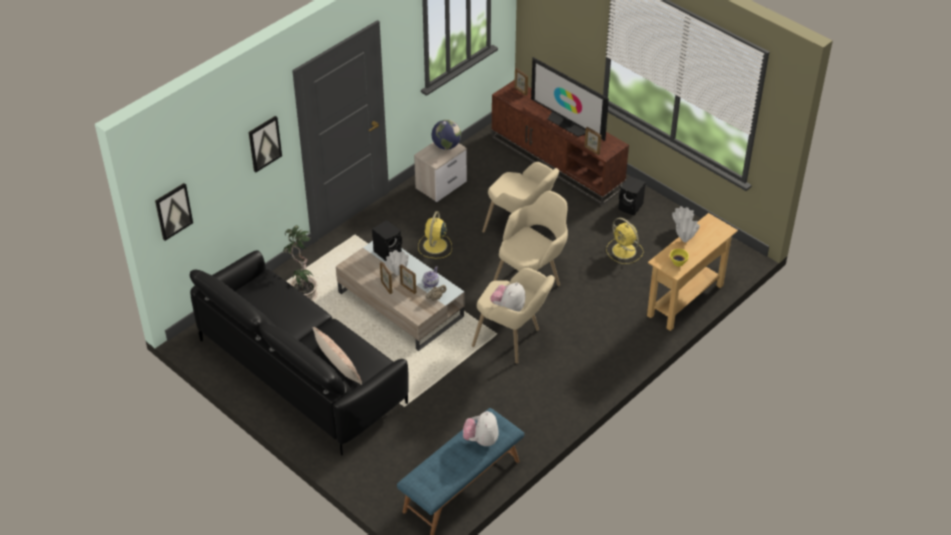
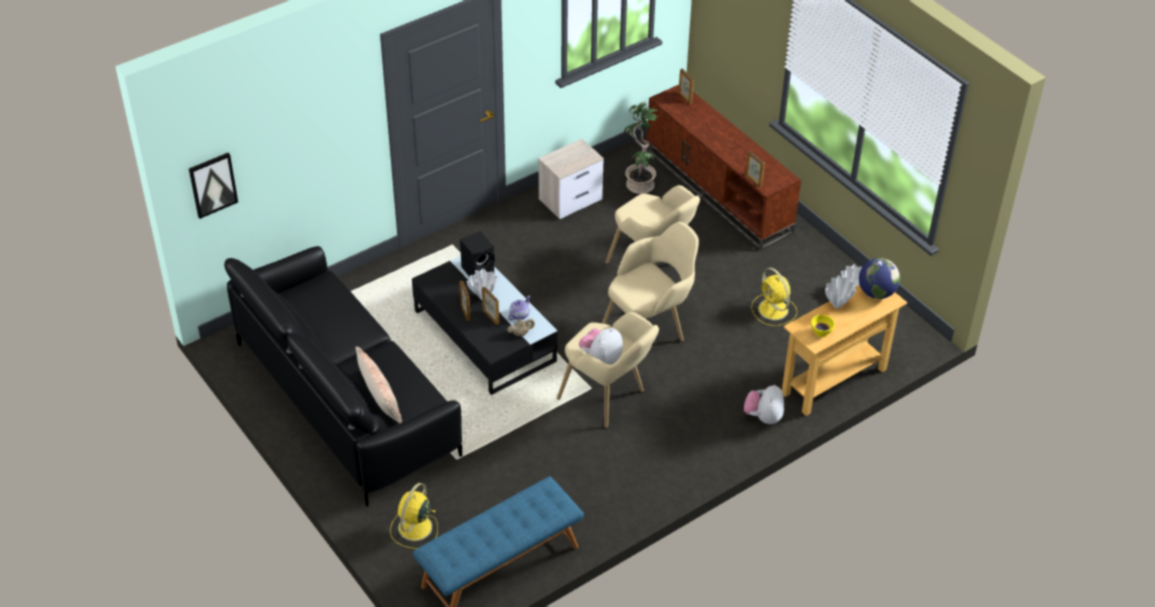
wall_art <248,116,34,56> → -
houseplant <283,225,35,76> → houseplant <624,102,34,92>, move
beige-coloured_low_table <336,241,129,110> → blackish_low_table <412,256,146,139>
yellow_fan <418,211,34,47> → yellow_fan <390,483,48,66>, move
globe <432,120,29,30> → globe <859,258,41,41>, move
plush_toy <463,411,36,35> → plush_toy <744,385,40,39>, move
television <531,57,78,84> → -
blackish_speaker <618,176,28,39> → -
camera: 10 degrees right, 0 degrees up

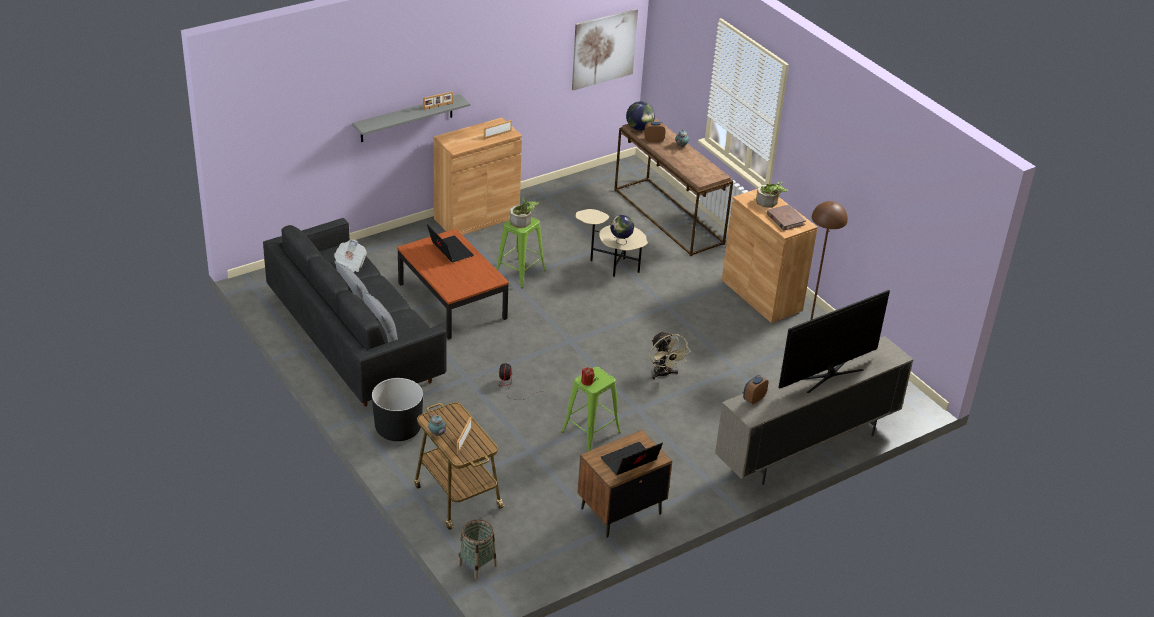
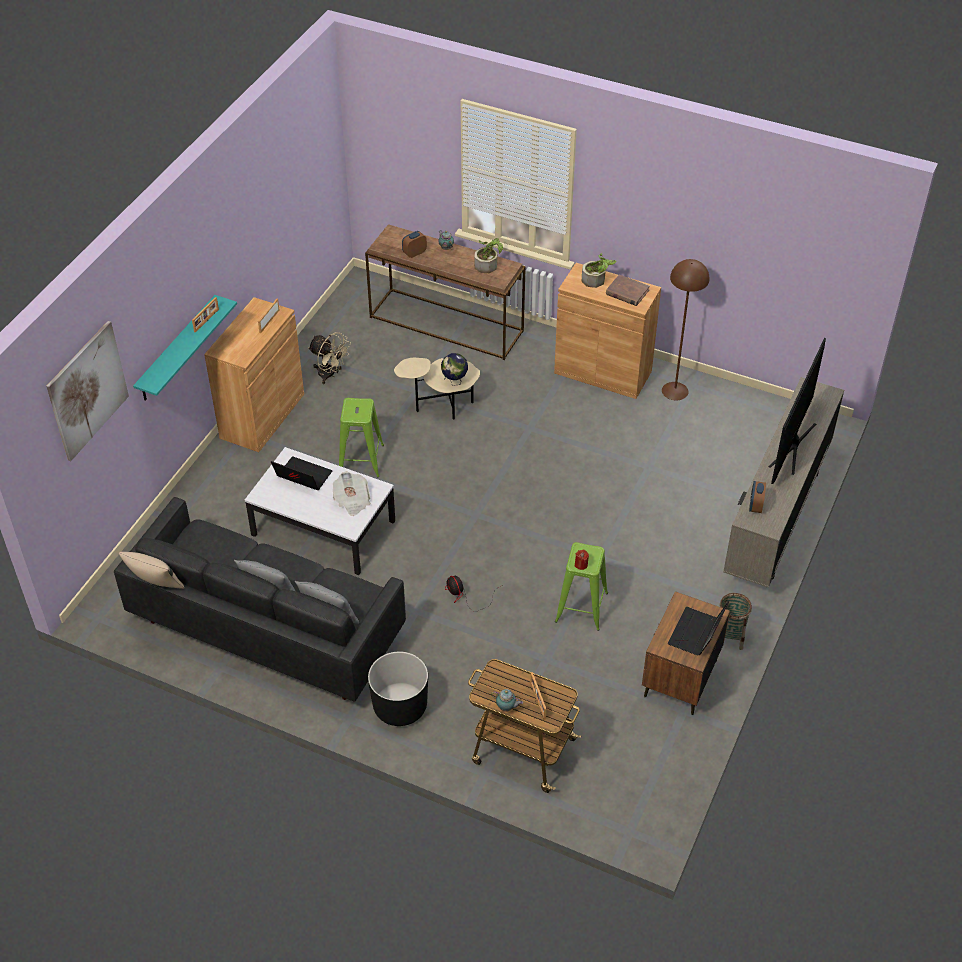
daily_paper <334,240,33,32> → daily_paper <333,471,38,45>, move
greyish_shelf <352,94,118,48> → turquoise-coloured_shelf <133,295,104,106>
brown-coloured_low_table <397,229,112,110> → white-coloured_low_table <245,447,150,128>
basket <458,519,39,61> → basket <720,593,32,57>, move
houseplant <510,198,29,30> → houseplant <474,238,29,35>, move
wall_art <572,9,66,81> → wall_art <46,321,83,140>, move
globe <626,101,29,29> → -
beige-coloured_fan <650,331,41,48> → beige-coloured_fan <308,332,43,52>, move
- → beige-coloured_throw_pillow <119,552,66,37>
camera: 30 degrees left, 10 degrees up

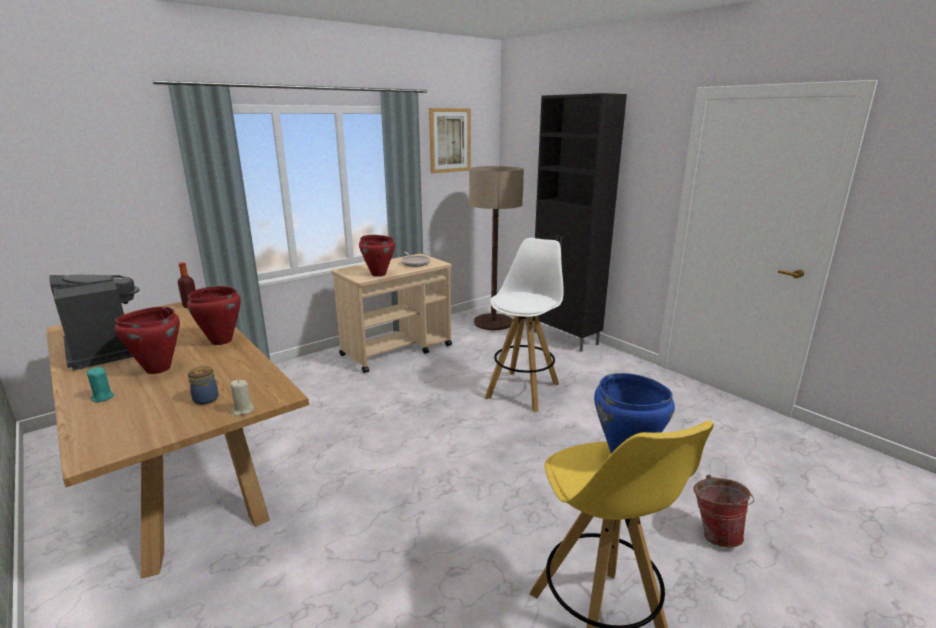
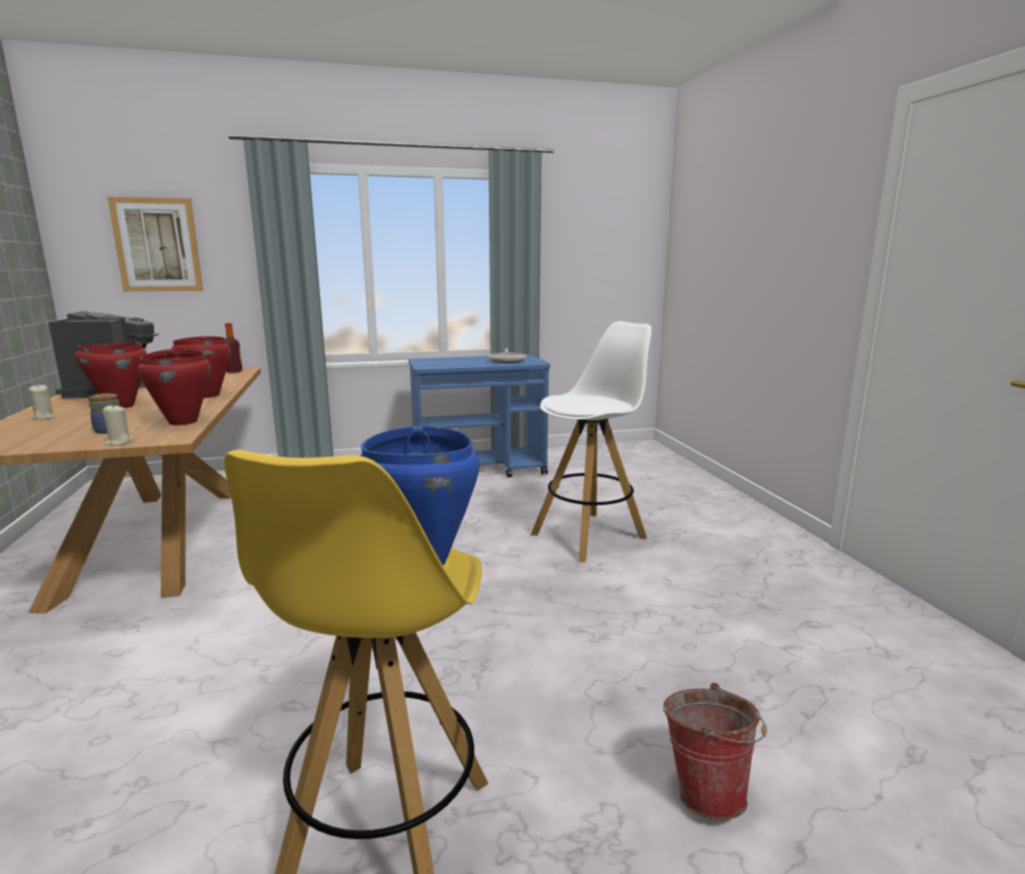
turquoise-coloured_wax_light <87,367,27,35> → beige-coloured_wax_light <29,385,27,35>
beige-coloured_cart <332,253,120,120> → blue_cart <408,354,142,123>
red_stockpot <359,235,36,42> → red_stockpot <138,349,73,76>, move
wall_art <429,108,42,65> → wall_art <107,197,96,95>, move
standing_lamp <469,166,55,164> → -
blackish_cabinet <534,93,93,259> → -
camera: 25 degrees right, 5 degrees down

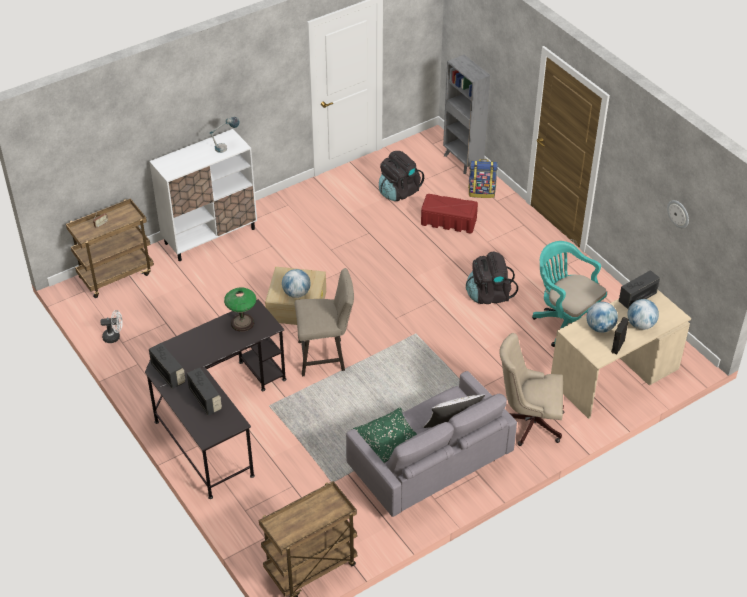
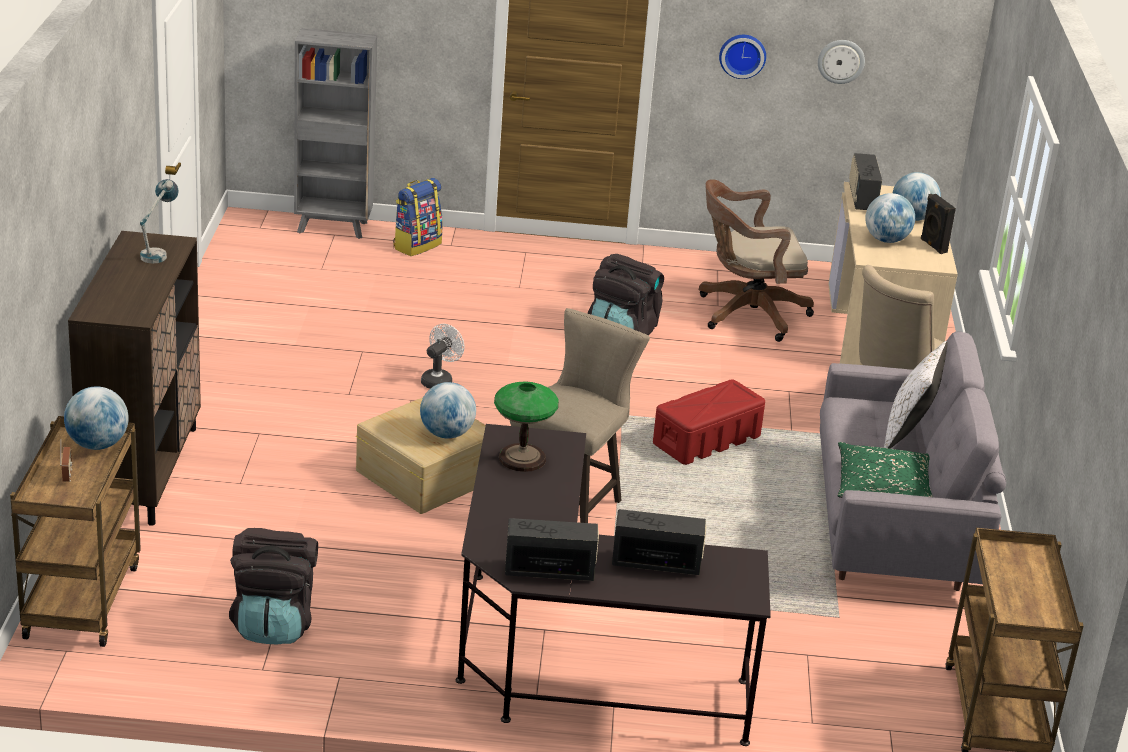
white-coloured_fan <100,310,23,33> → white-coloured_fan <421,324,43,65>, move
white-coloured_cabinet <149,129,108,132> → brown-coloured_cabinet <68,231,133,295>
blackish_rucksack <379,151,45,50> → blackish_rucksack <229,528,89,117>, move
red_storage_box <421,194,57,39> → red_storage_box <653,379,112,86>, move
turquoise-coloured_desk_chair <532,241,75,106> → brown-coloured_desk_chair <699,179,115,163>
- → globe <64,386,65,64>
- → wall_clock <719,35,47,44>
camera: 55 degrees left, 15 degrees down

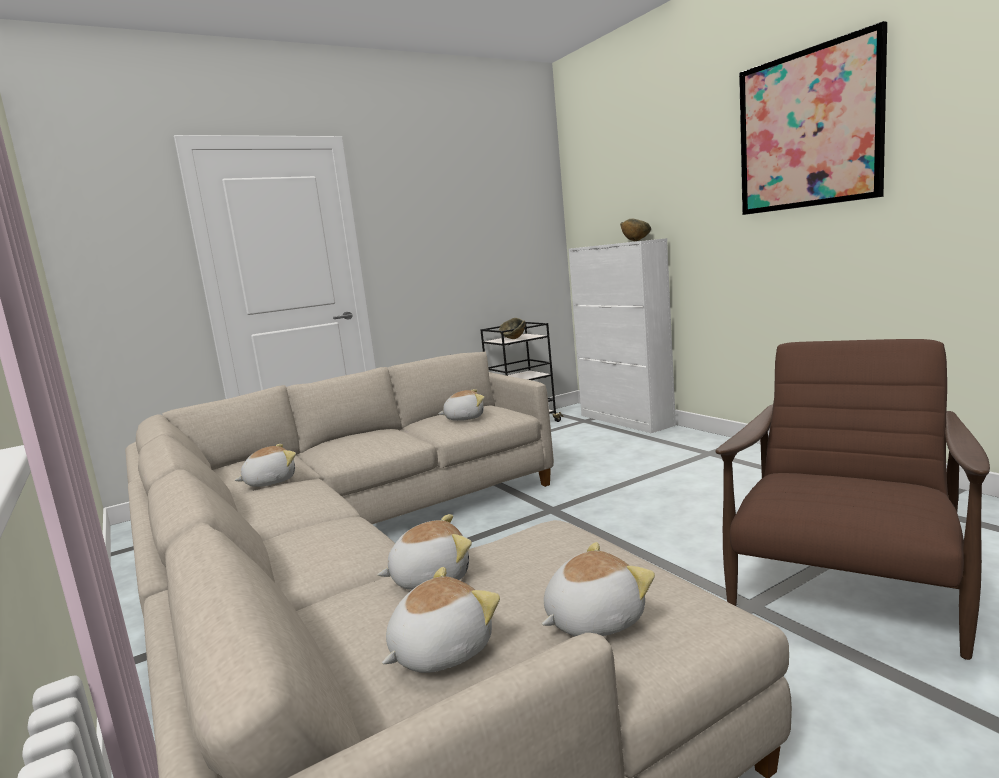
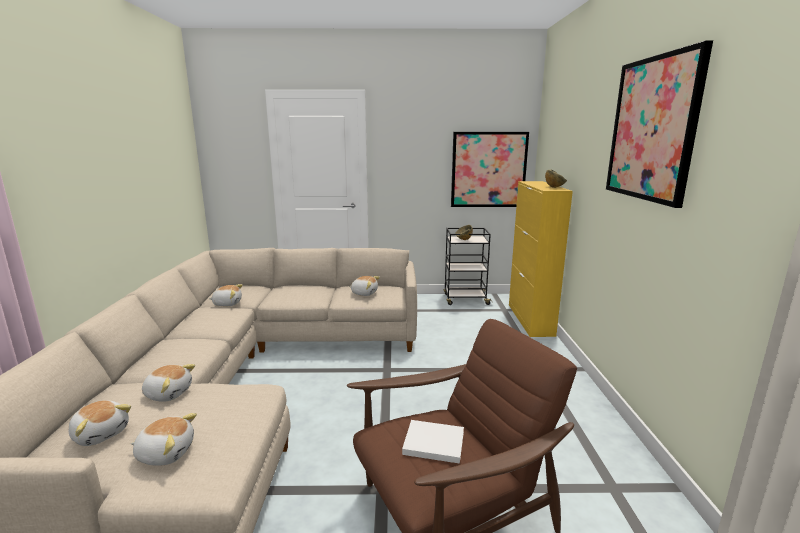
plush_toy <382,567,118,106> → plush_toy <69,400,62,46>, 45 degrees clockwise
white-coloured_cabinet <569,238,107,195> → yellow_cabinet <509,181,64,156>
- → white-coloured_bound_book <402,420,62,44>
- → wall_art <451,132,78,75>
camera: 30 degrees right, 5 degrees up

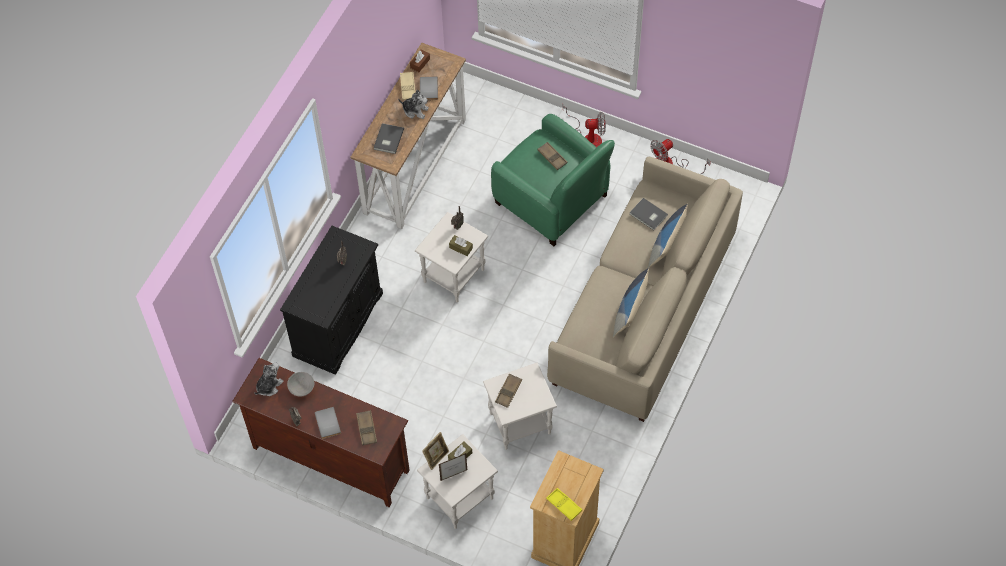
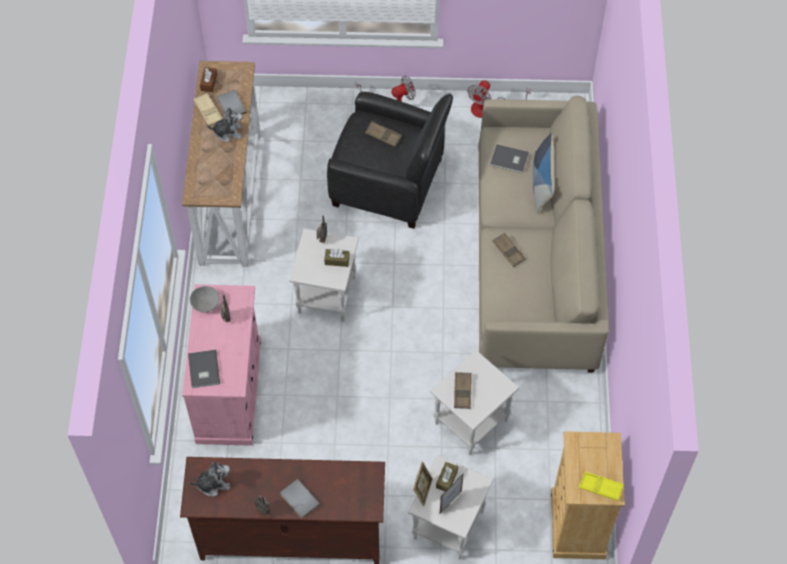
plush_toy <254,362,30,34> → plush_toy <189,462,42,34>, 60 degrees clockwise
blackish_cabinet <280,226,103,149> → pink-coloured_cabinet <182,284,79,162>
greyish_deep_dish <287,372,27,25> → greyish_deep_dish <190,286,30,27>, move
brown-coloured_tray <356,410,21,35> → brown-coloured_tray <492,233,34,34>, move
greyish_bound_book <373,123,31,31> → greyish_bound_book <188,350,32,38>, move
green_lounge_chair <491,114,124,132> → blackish_lounge_chair <327,92,126,137>
throw_pillow <613,268,36,69> → -
camera: 25 degrees left, 0 degrees up

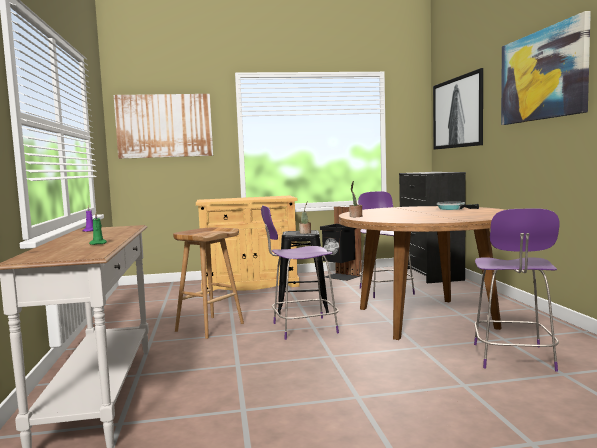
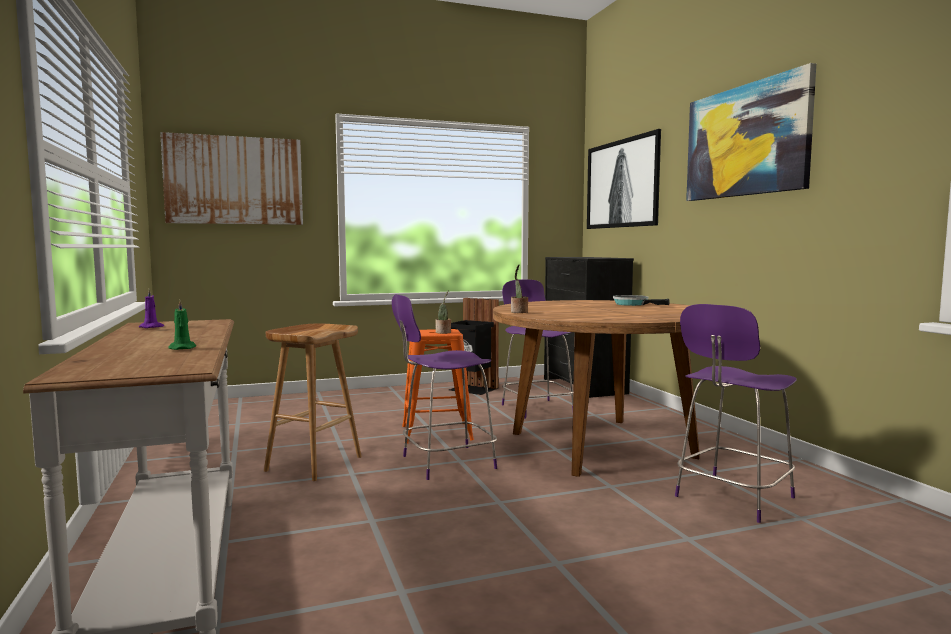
beige-coloured_cabinet <196,195,104,99> → -
blackish_stool_seat <278,230,51,84> → orange-coloured_stool_seat <402,329,72,115>
purple-coloured_plain_chair <474,208,86,164> → purple-coloured_plain_chair <675,304,122,219>, 45 degrees clockwise
camera: 10 degrees left, 0 degrees up

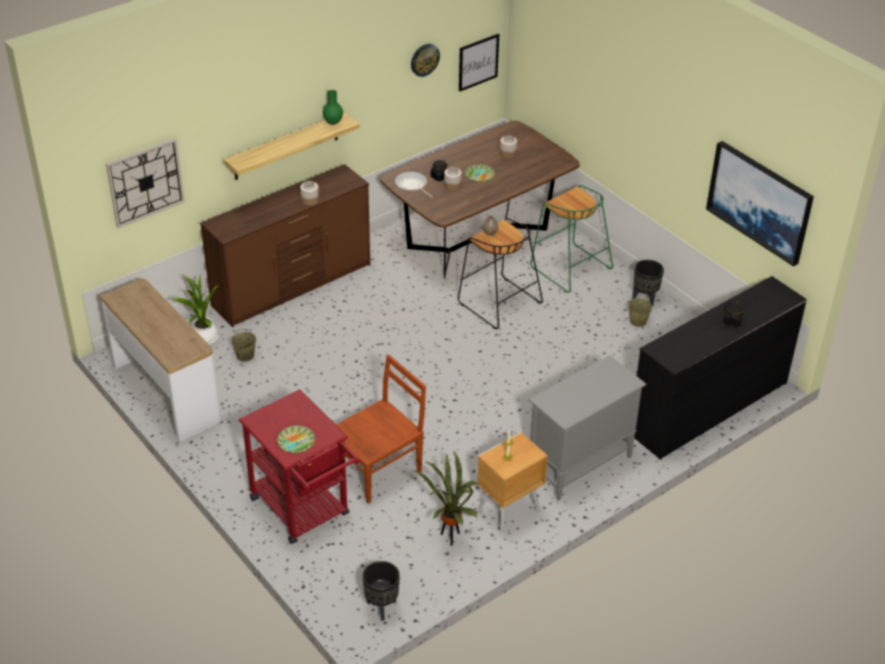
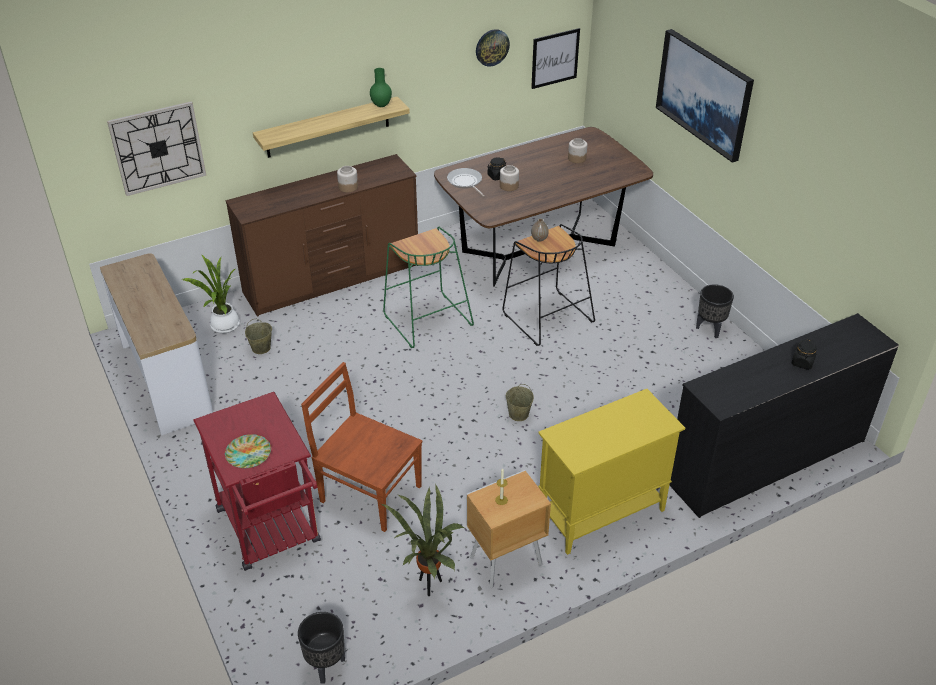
brown-coloured_plain_chair <336,354,90,150> → brown-coloured_plain_chair <301,362,122,170>, 120 degrees counterclockwise
dinner_plate <465,164,30,18> → -
greyish_cabinet <529,355,117,146> → yellow_cabinet <538,389,147,166>
green_stool_seat <530,185,83,108> → green_stool_seat <383,227,91,121>, move
beige-coloured_pail <628,295,24,32> → beige-coloured_pail <506,384,28,37>, move
wall_art <706,141,108,125> → wall_art <656,29,98,134>, move
camera: 10 degrees right, 0 degrees up

